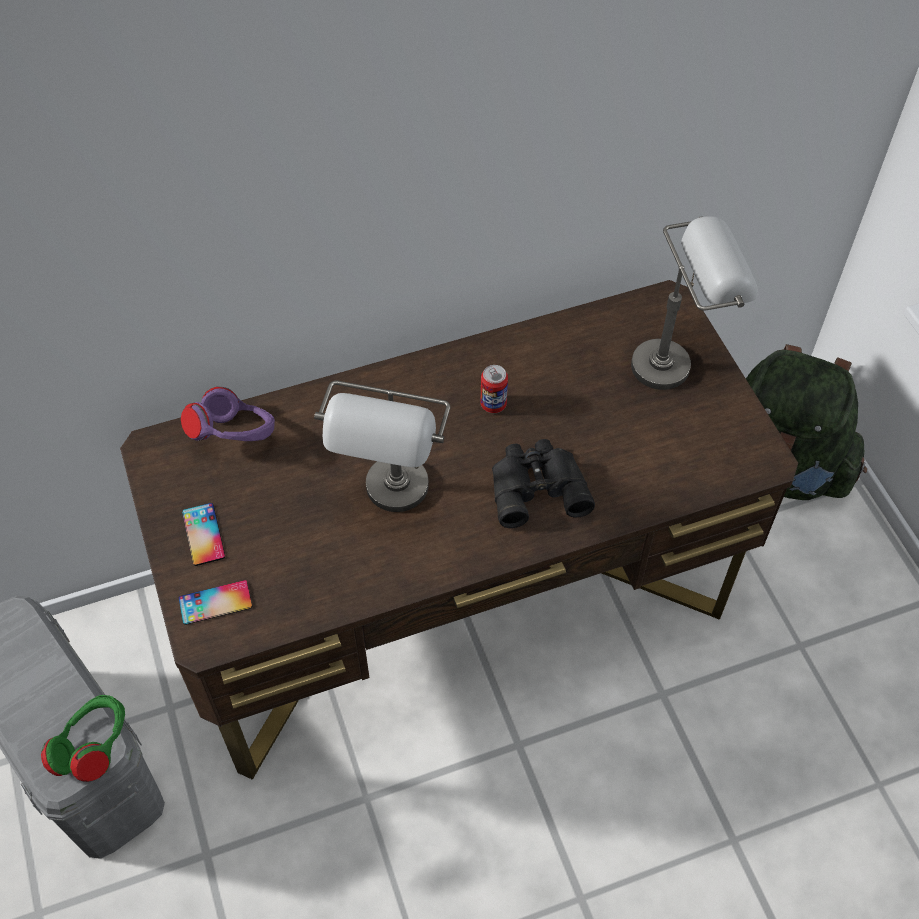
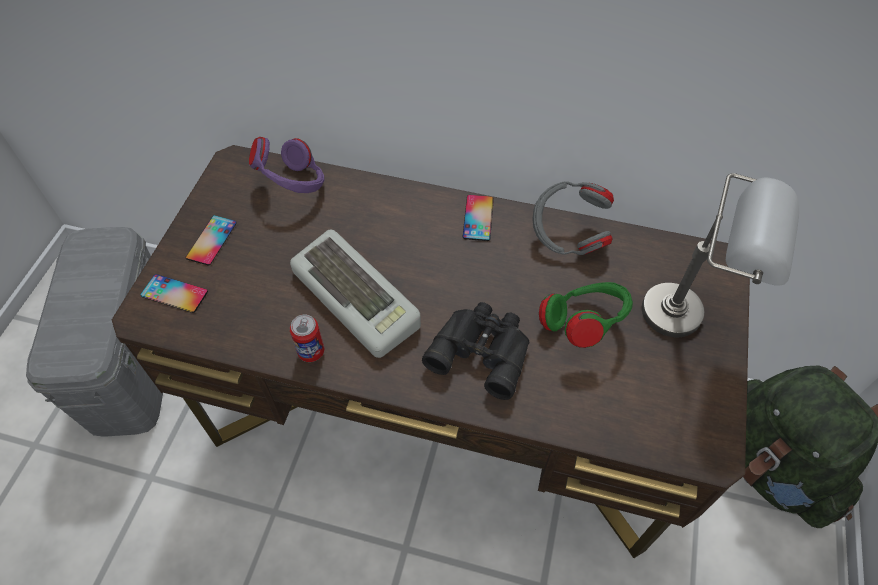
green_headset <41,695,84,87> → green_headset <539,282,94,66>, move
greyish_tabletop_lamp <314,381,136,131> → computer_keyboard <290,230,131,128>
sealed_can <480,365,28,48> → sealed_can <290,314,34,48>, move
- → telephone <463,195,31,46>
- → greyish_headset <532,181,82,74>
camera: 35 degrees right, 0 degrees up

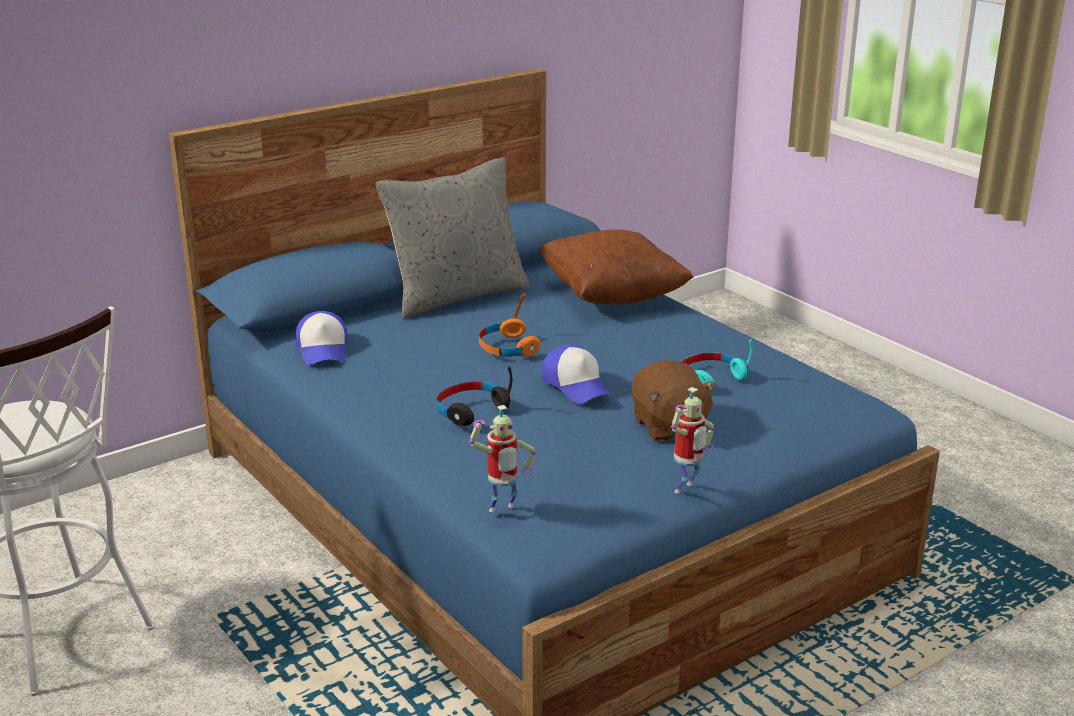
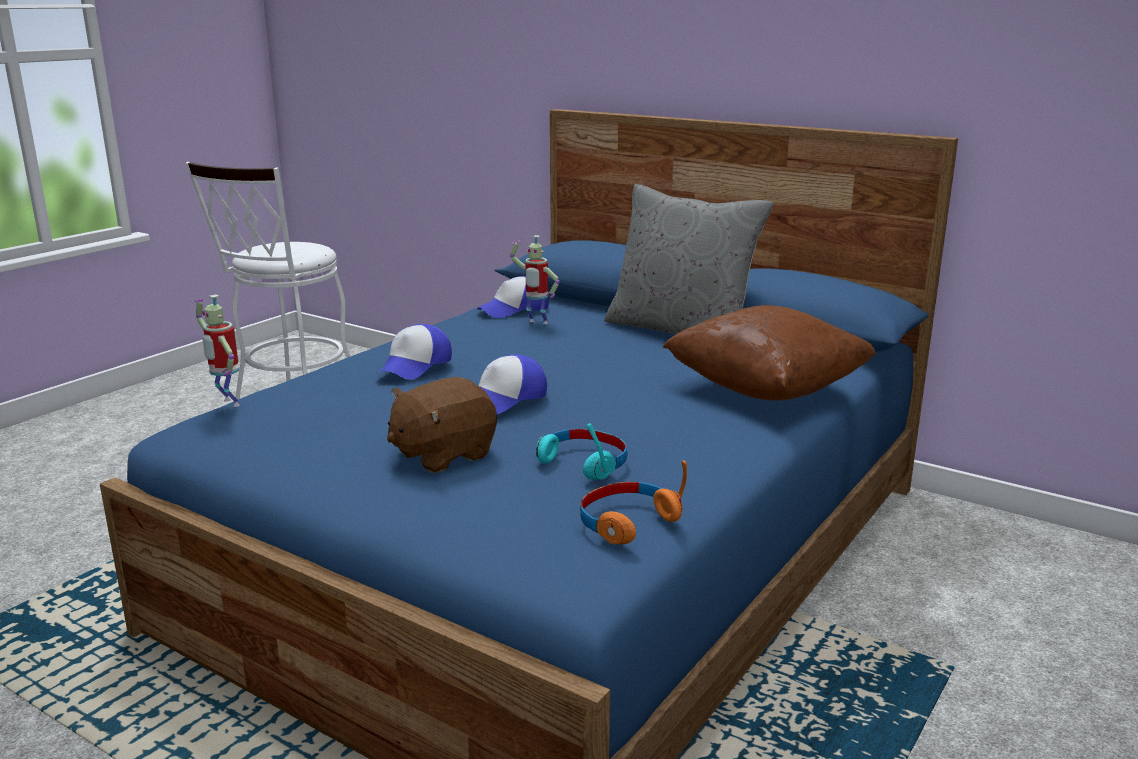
blackish_headset <437,367,75,59> → baseball_cap <379,324,73,55>
orange-coloured_headset <479,294,62,63> → orange-coloured_headset <580,460,107,85>, move
robot_figure <671,387,44,106> → robot_figure <510,235,50,89>, move
camera: 70 degrees right, 5 degrees down

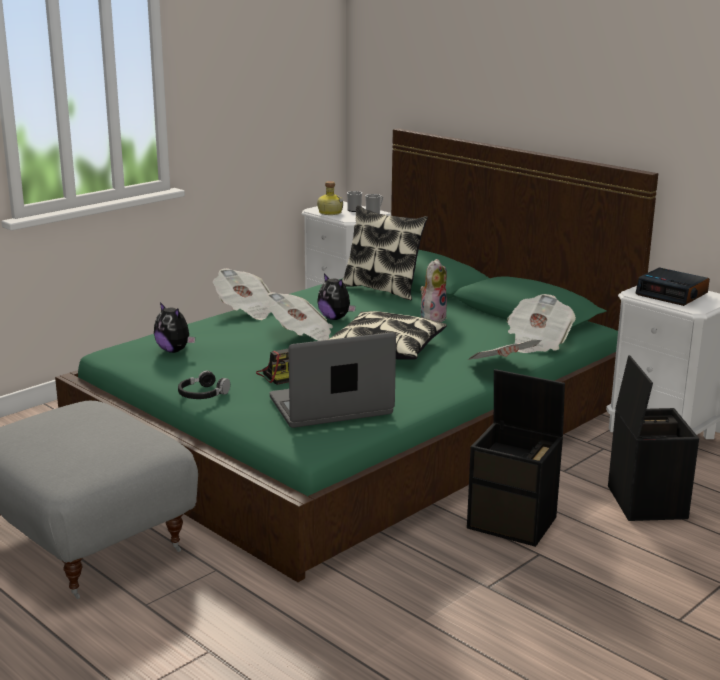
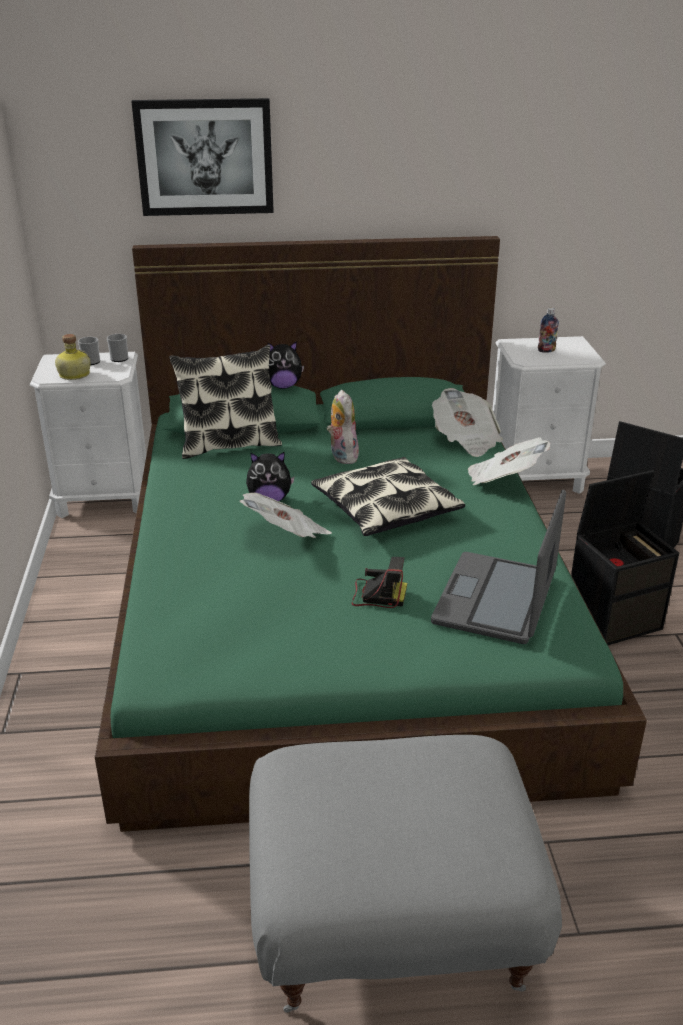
plush_toy <154,302,41,51> → plush_toy <268,341,36,48>, move
blackish_headset <178,370,52,29> → -
daily_paper <213,268,58,52> → -
bedside_clock <636,268,74,38> → bottle <538,308,21,45>
- → wall_art <131,98,143,118>
camera: 50 degrees left, 10 degrees up

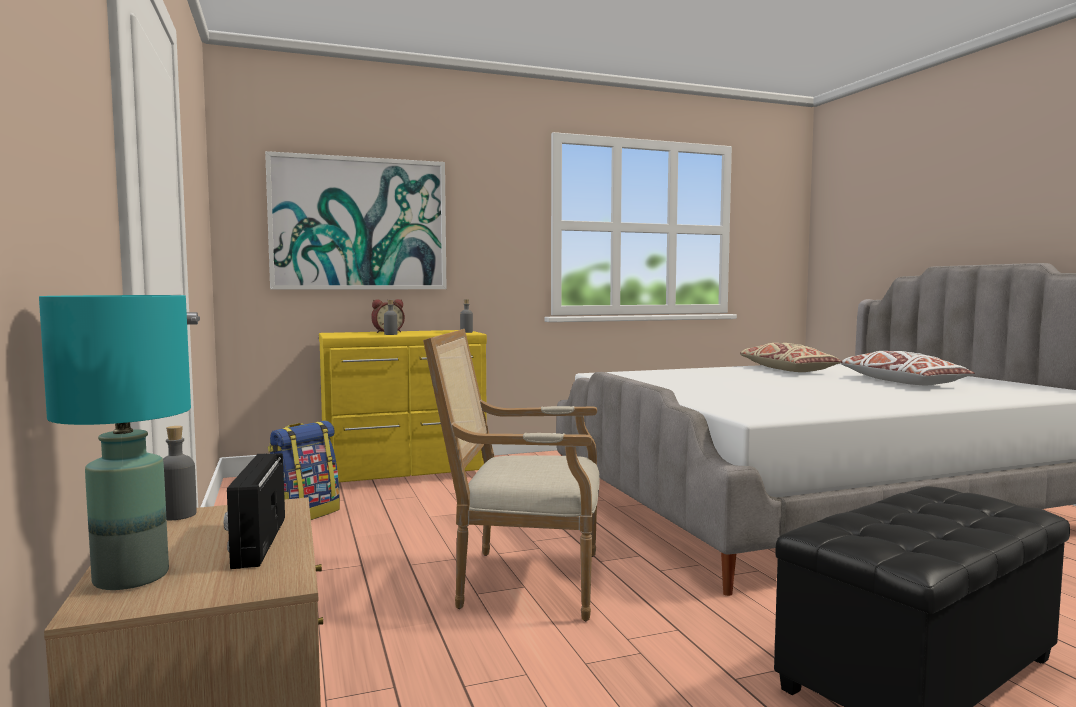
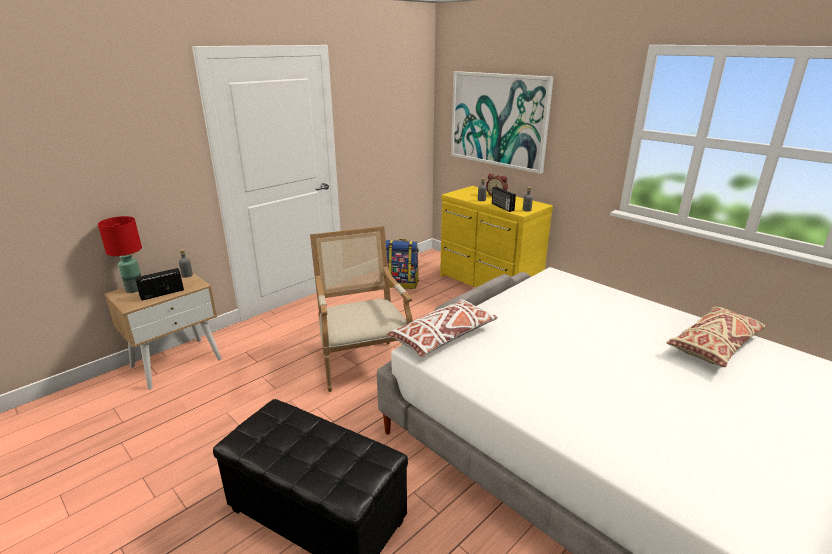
turquoise-coloured_tabletop_lamp <39,295,152,295> → red_tabletop_lamp <98,216,44,77>
white-coloured_throw_pillow <840,351,135,34> → white-coloured_throw_pillow <386,299,112,58>, move
- → radio_receiver <492,187,24,25>
camera: 65 degrees right, 20 degrees up

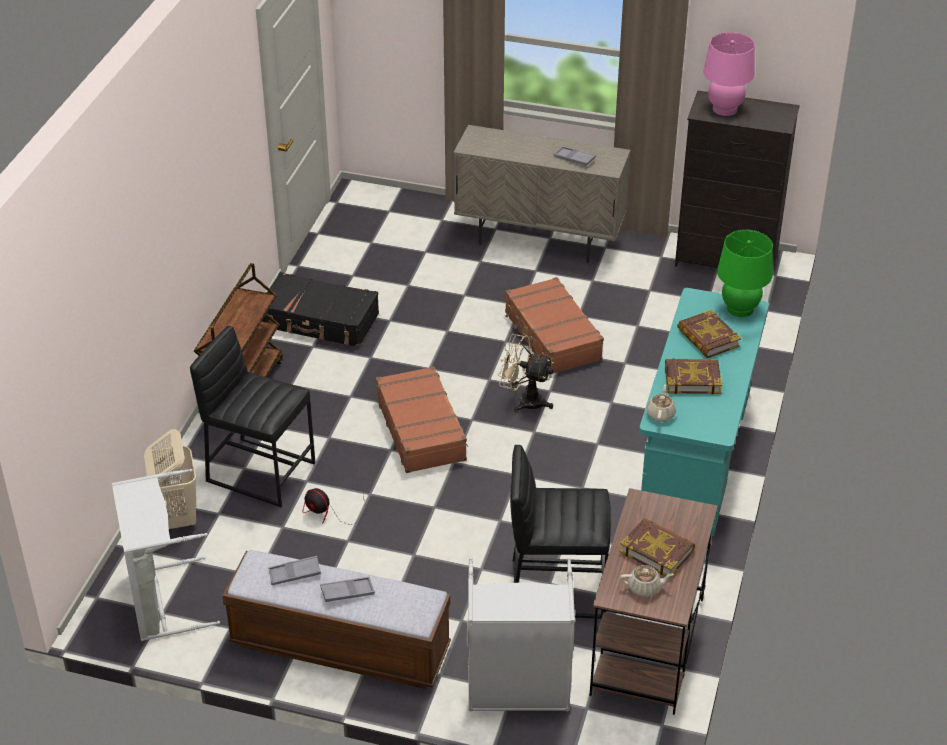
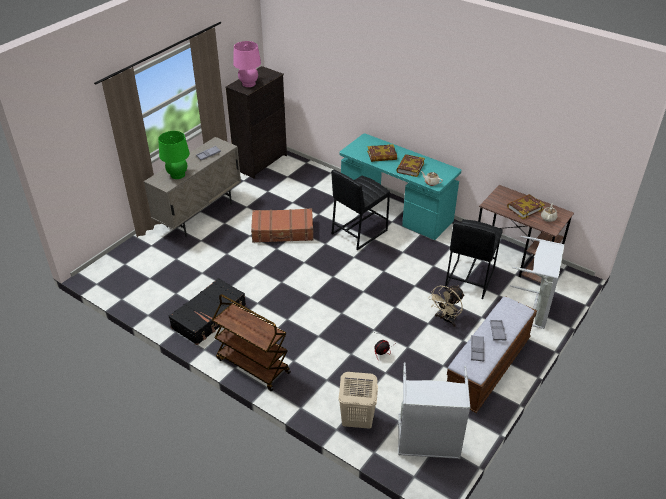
blackish_stool_seat <190,326,125,181> → blackish_stool_seat <331,170,59,80>, move
brown-coloured_suitcase <376,366,92,107> → -
beige-coloured_fan <498,334,56,79> → beige-coloured_fan <428,285,37,42>, move
green_tabletop_lamp <717,230,56,87> → green_tabletop_lamp <158,131,32,48>, move
camera: 70 degrees left, 0 degrees up

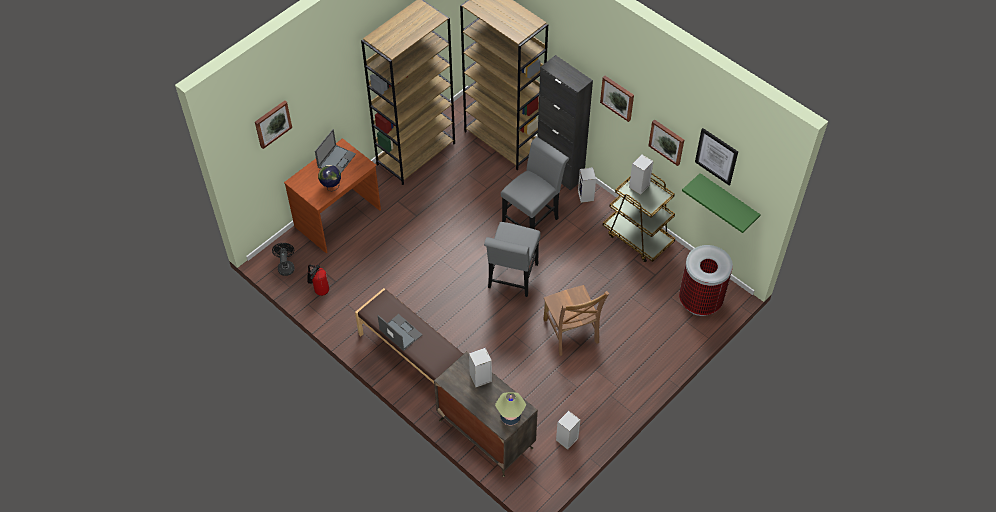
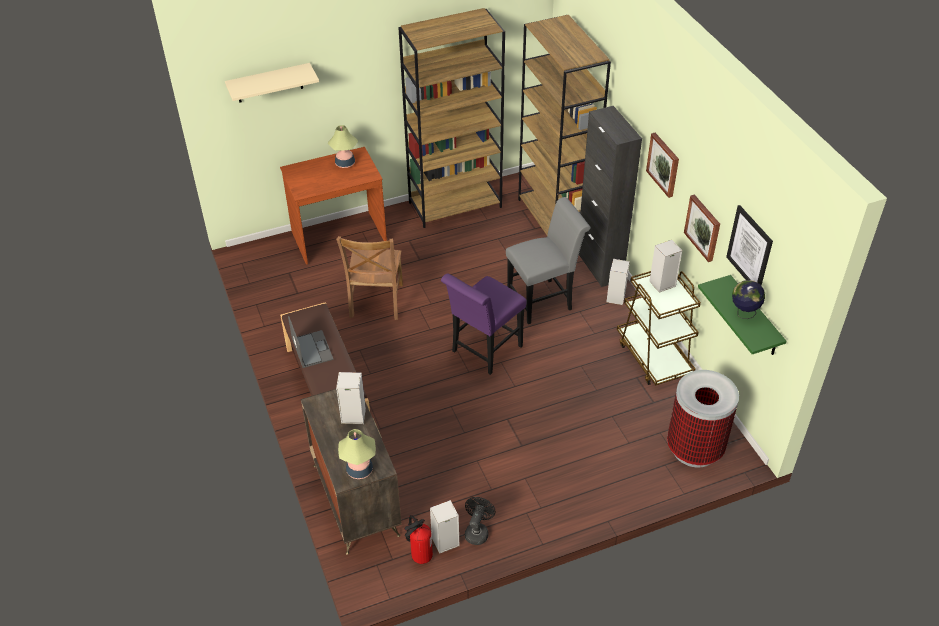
wall_art <255,100,37,49> → beige-coloured_shelf <225,63,94,39>
blackish_fan <272,243,23,33> → blackish_fan <465,497,31,48>, move
fire_extinguisher <307,264,22,32> → fire_extinguisher <404,515,29,49>, move
portable_computer <315,129,41,44> → tabletop_lamp <328,125,30,43>
globe <318,165,23,26> → globe <732,280,33,39>, move
greyish_plain_chair <484,222,57,75> → purple-coloured_plain_chair <441,273,86,102>
brown-coloured_plain_chair <543,285,66,71> → brown-coloured_plain_chair <336,236,67,84>, move
camera: 25 degrees right, 10 degrees down

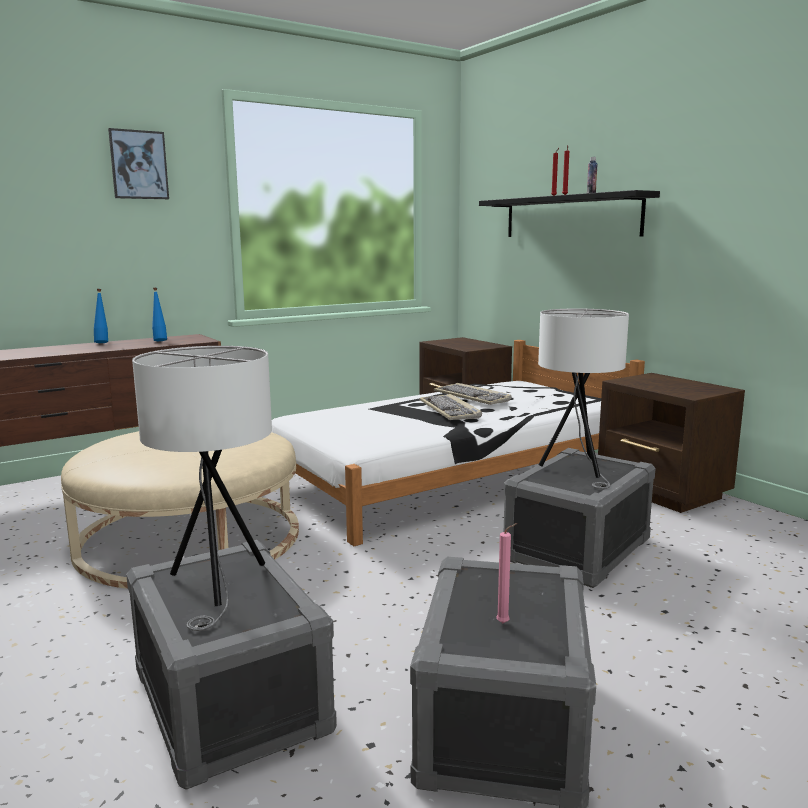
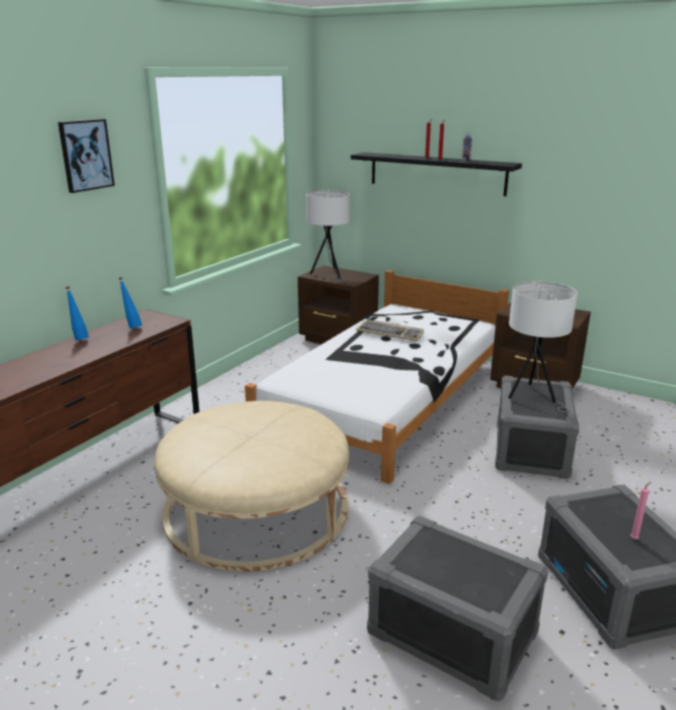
white-coloured_tabletop_lamp <132,346,140,285> → white-coloured_tabletop_lamp <306,190,44,92>, move
computer_keyboard <419,394,63,26> → -
camera: 25 degrees left, 10 degrees up

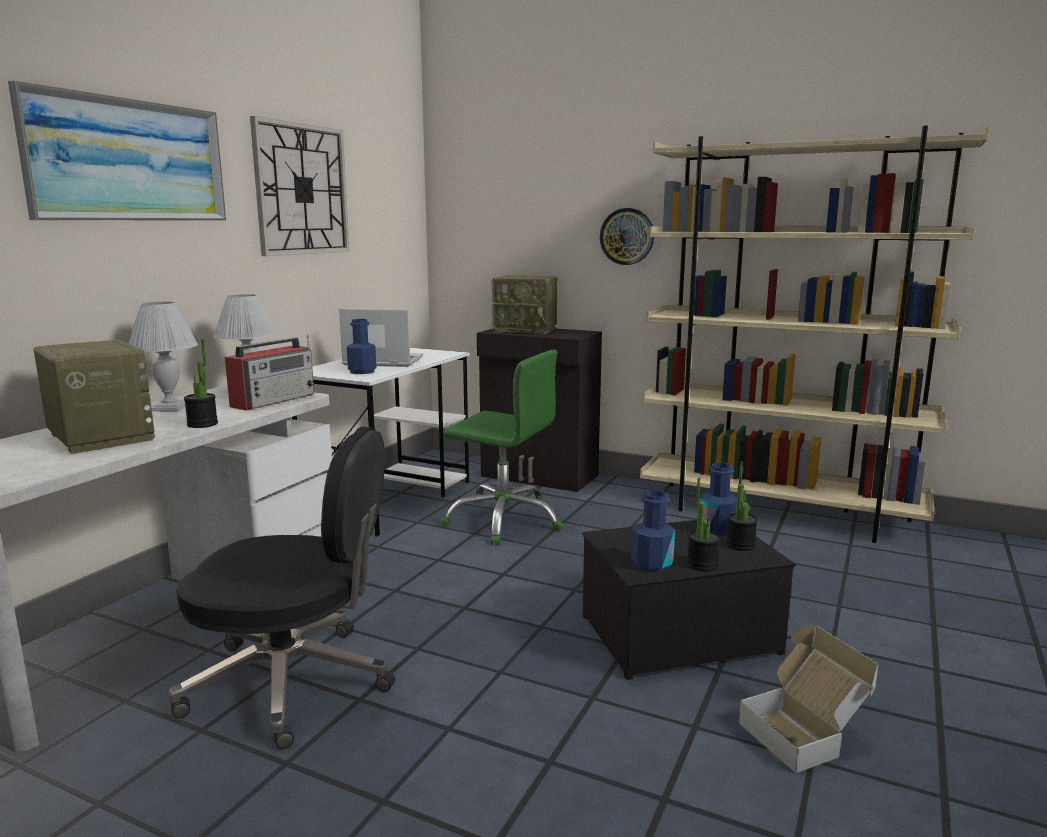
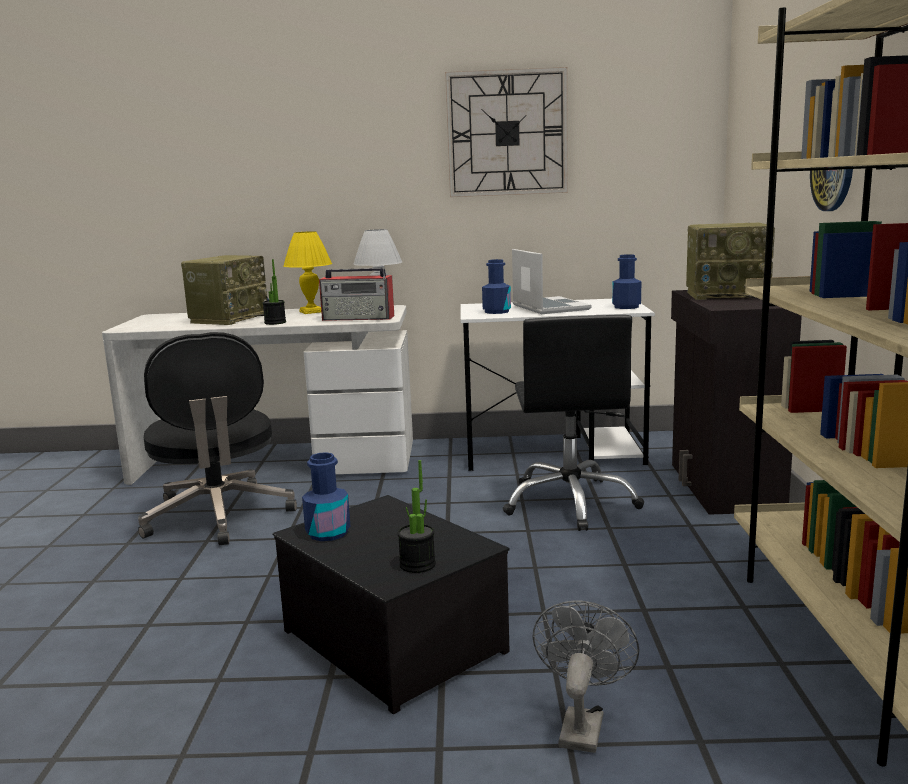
wall_art <8,80,218,141> → -
white-coloured_tabletop_lamp <128,302,70,110> → yellow_tabletop_lamp <283,231,49,83>
green_desk_chair <440,350,123,195> → blackish_desk_chair <503,315,141,216>
radio_receiver <492,275,66,60> → radio_receiver <686,223,89,77>, 75 degrees counterclockwise
houseplant <687,478,33,93> → -
blue_bottle <700,462,37,74> → blue_bottle <612,254,29,55>, move
packing_box <739,625,139,148> → -
- → greyish_fan <532,601,108,152>
camera: 65 degrees right, 0 degrees up

